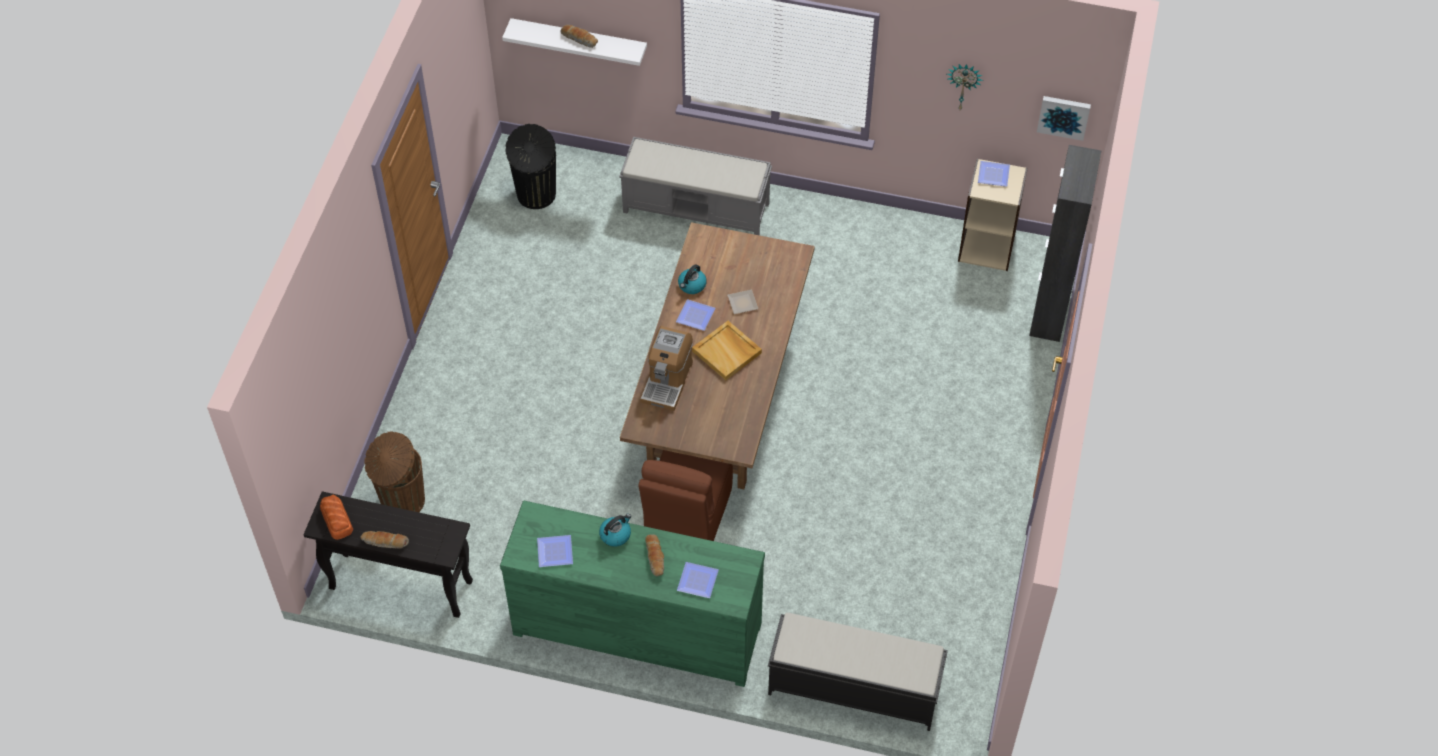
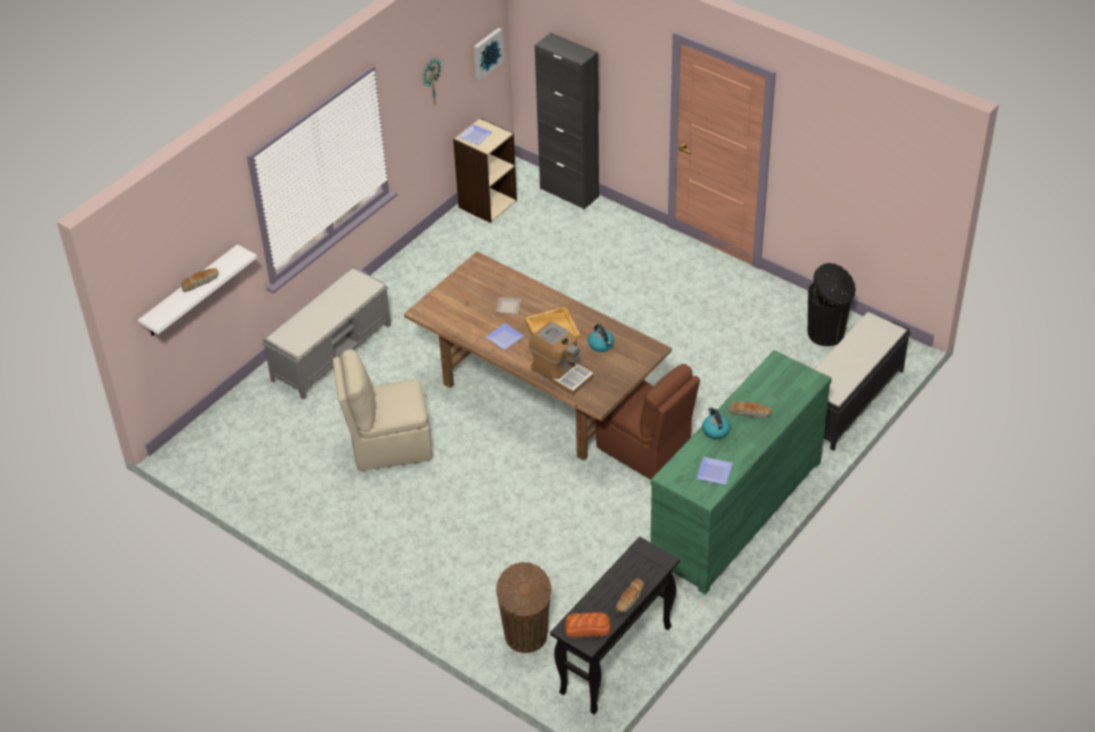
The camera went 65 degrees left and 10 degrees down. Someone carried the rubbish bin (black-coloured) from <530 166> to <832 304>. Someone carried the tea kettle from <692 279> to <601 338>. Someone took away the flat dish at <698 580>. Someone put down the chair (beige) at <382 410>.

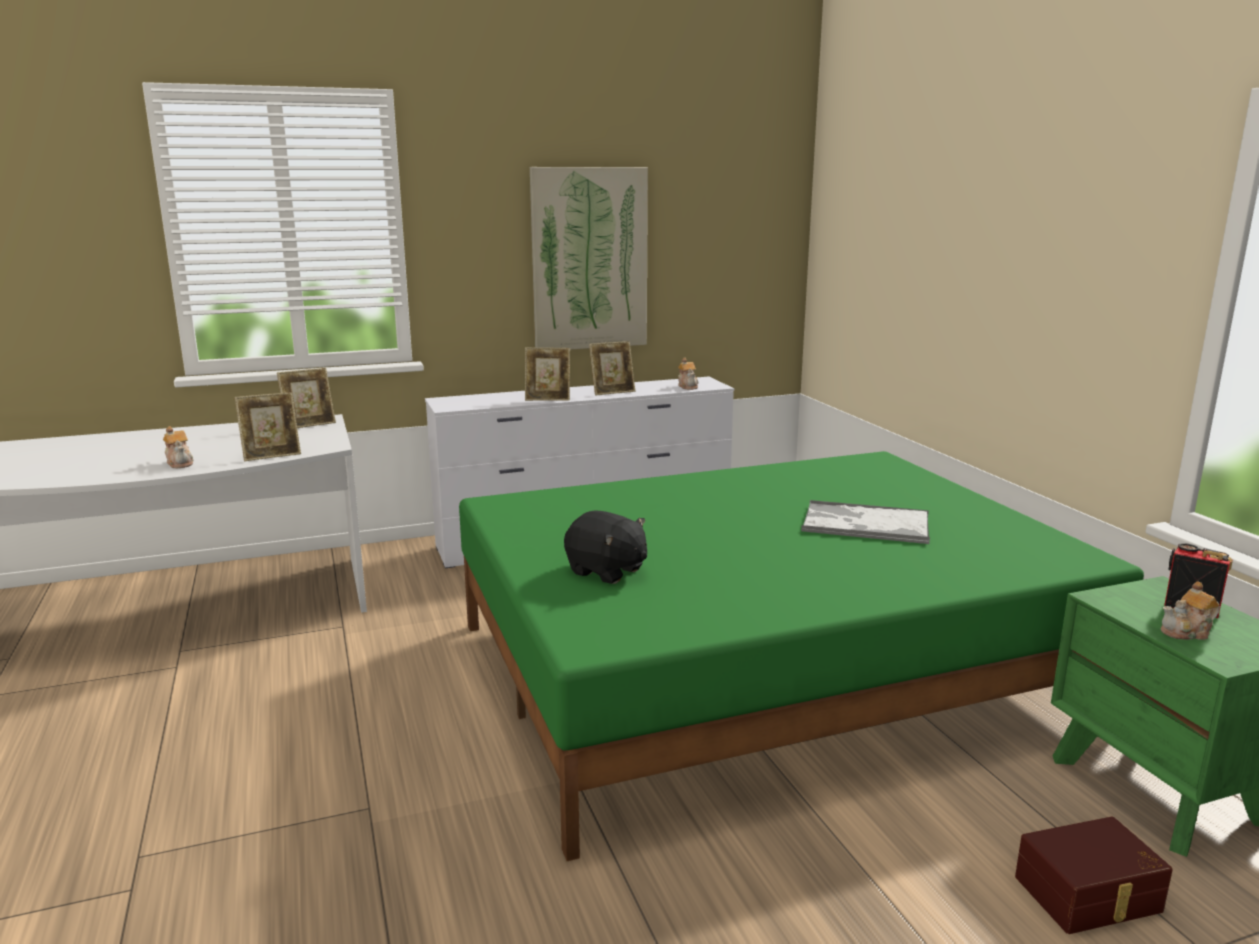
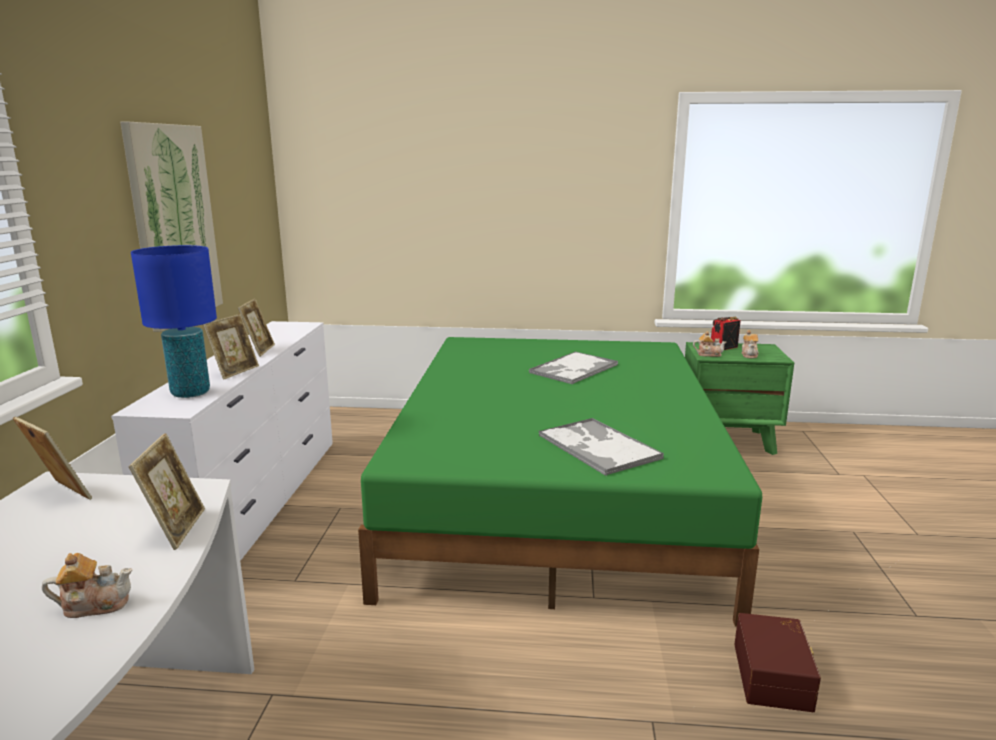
The camera went 65 degrees left and 0 degrees up. Someone carried the tea pot from <688 374> to <710 344>. Someone rotated the picture frame at <306 398> by 45 degrees counterclockwise. Someone swapped the plush toy (black-coloured) at <605 547> for the serving tray at <601 447>. Someone carried the storage box (brownish) from <1094 875> to <777 662>. Someone put down the table lamp (bluish) at <174 321>.

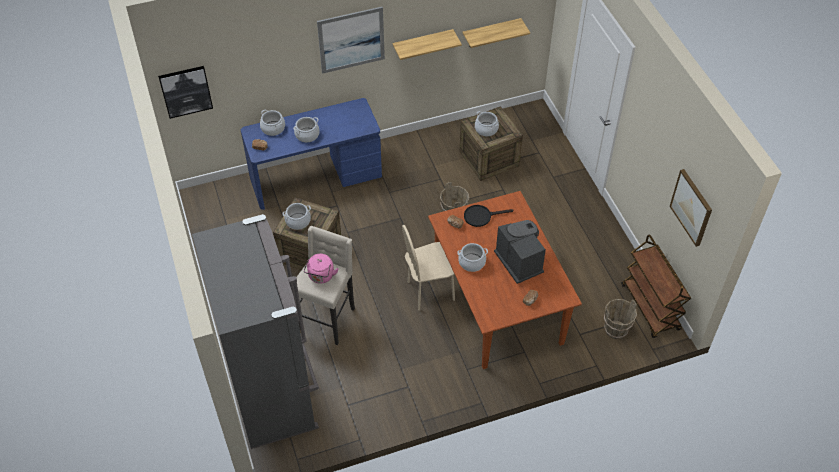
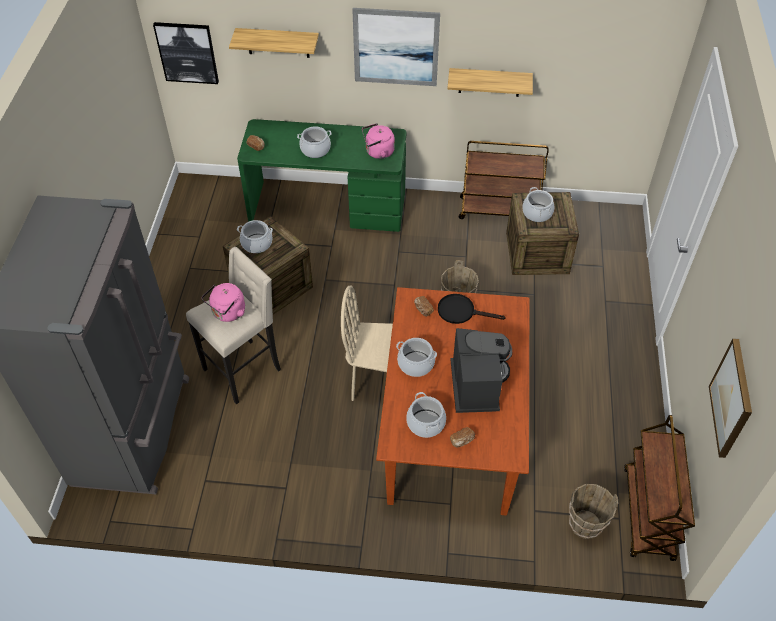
The camera went 25 degrees right and 0 degrees up. Someone carried the bracket shelf from <496 33> to <274 43>. Someone repainted the desk unit (bluish) at <311 154>, which became the desk unit (green) at <321 175>. Someone carried the cooking pot from <272 123> to <426 415>. Someone put down the tea kettle (pink-coloured) at <378 141>. Someone put down the wheeled cart (brownish) at <504 180>.

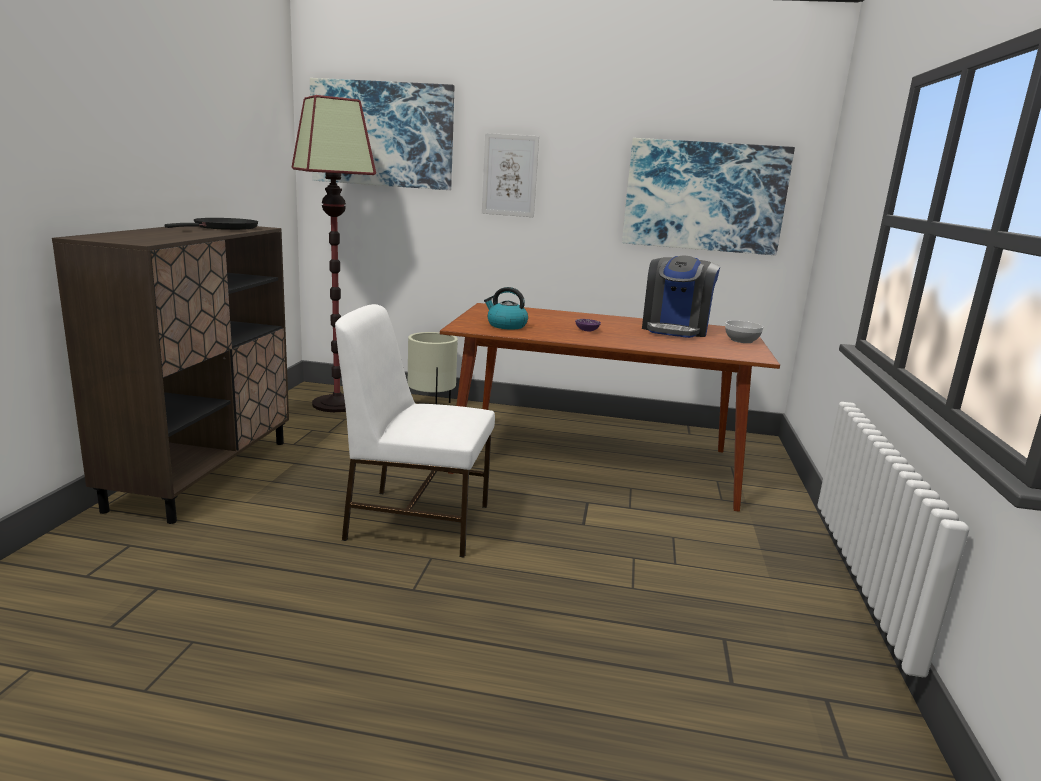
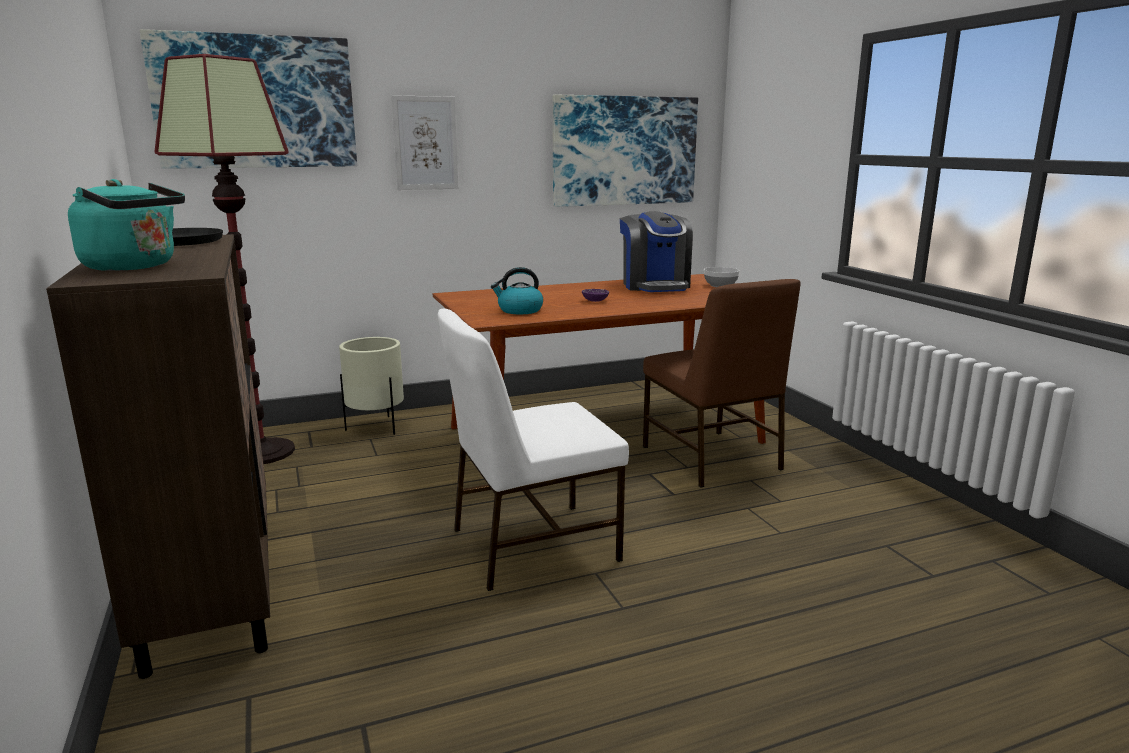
The camera went 30 degrees left and 0 degrees up. Someone put down the tea kettle (turquoise) at <126 225>. Someone put down the chair (brownish) at <722 383>.

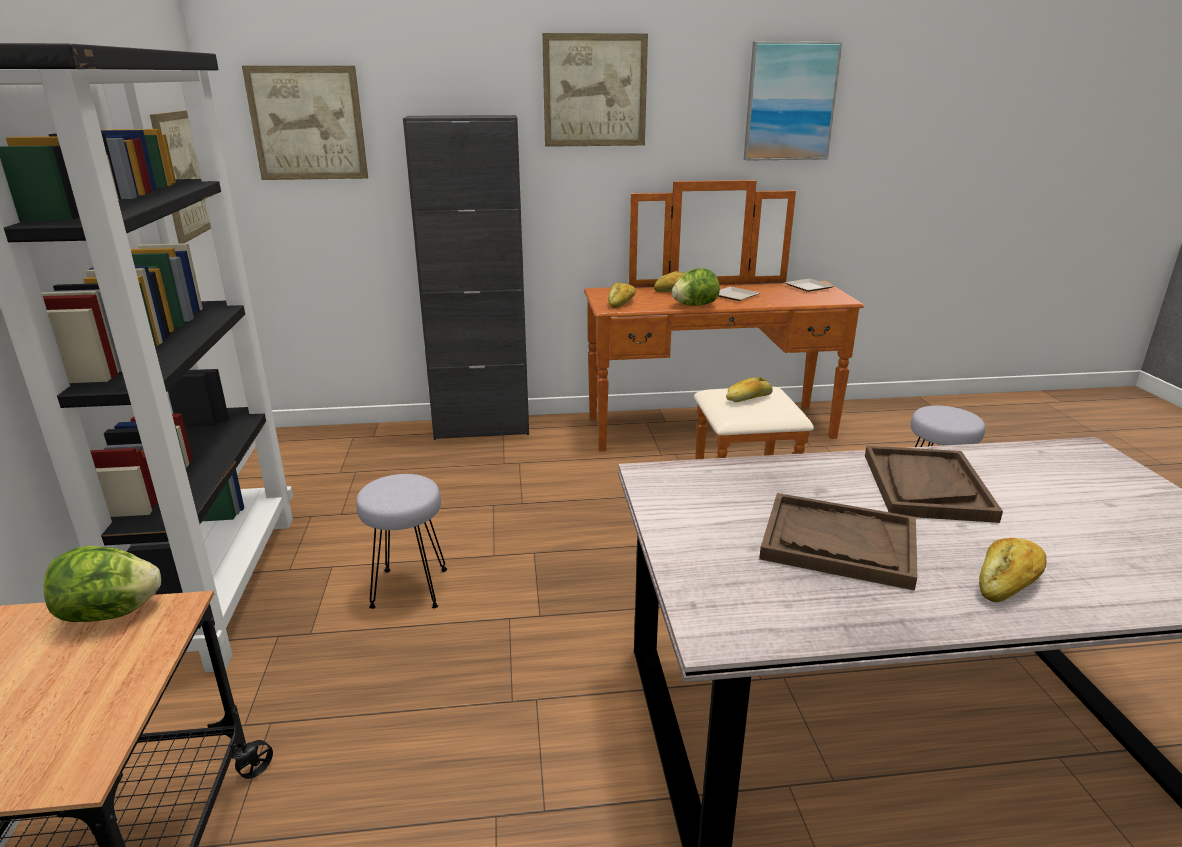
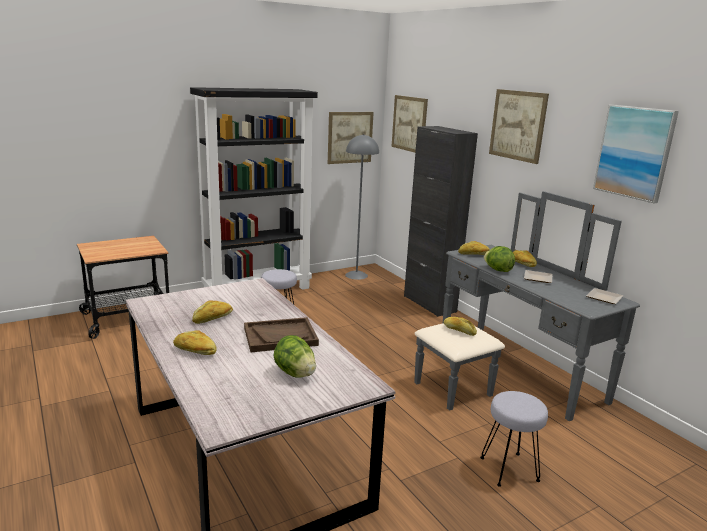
The camera went 65 degrees right and 5 degrees down. Someone repainted the chest of drawers (brownish) at <724 320>, which became the chest of drawers (grey) at <527 306>. Someone swapped the serving tray (brownish) at <838 542> for the baked bread at <212 312>. Someone carried the lettuce from <102 584> to <295 356>. Someone put down the standing lamp (grey) at <362 207>.

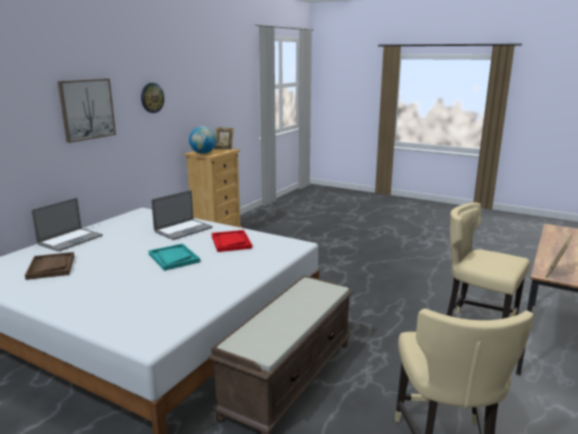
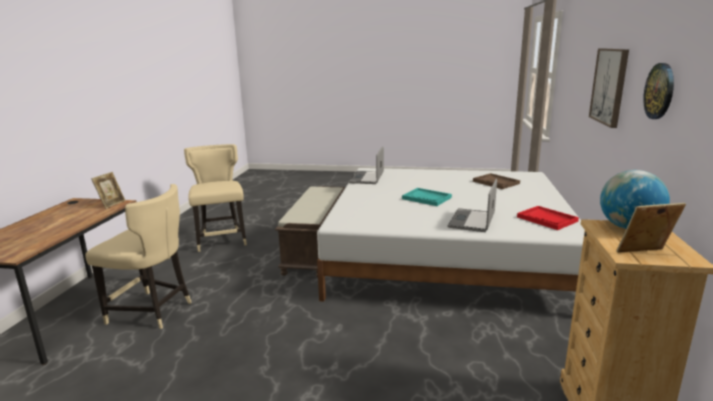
The camera went 160 degrees right and 0 degrees up. Someone carried the portable computer from <67 224> to <366 165>. Someone carried the serving tray (red) from <232 241> to <548 218>.

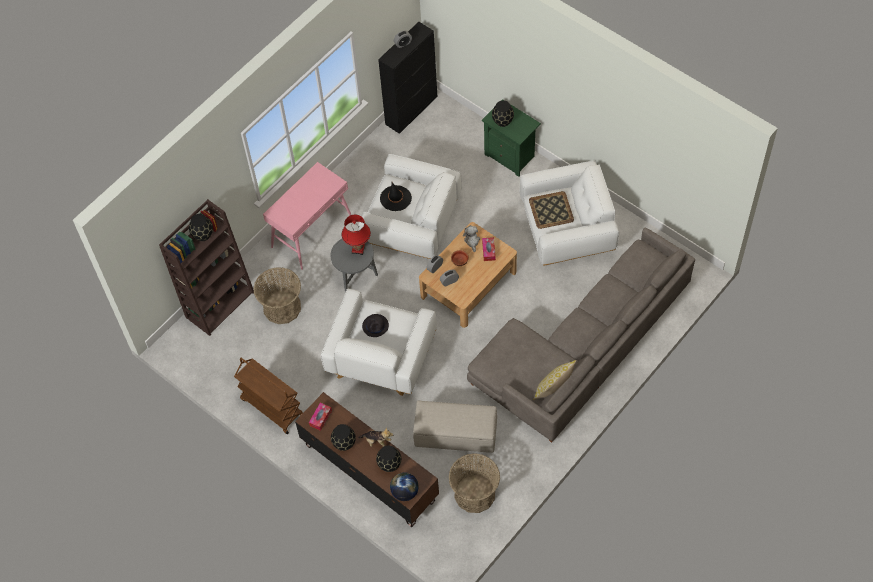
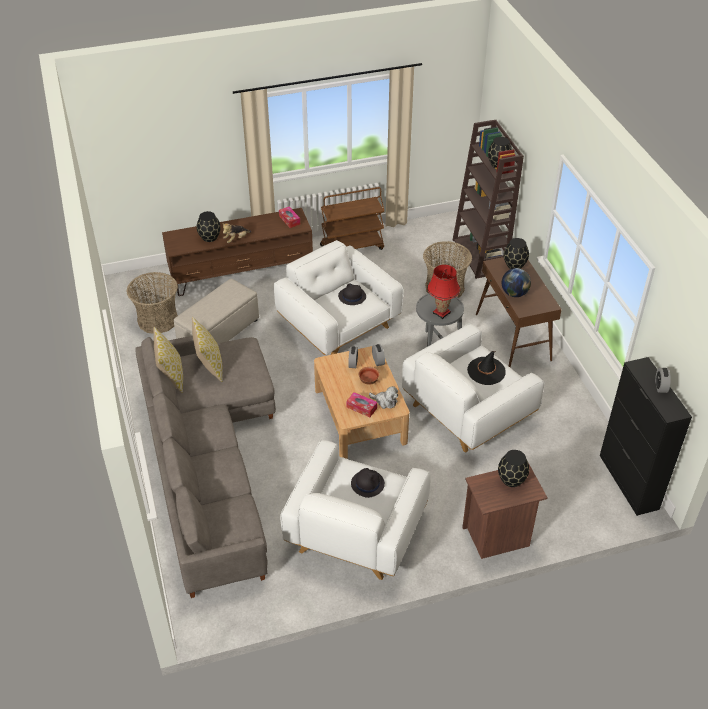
The camera went 120 degrees right and 15 degrees down. Someone repainted the bedside table (green) at <511 138>, which became the bedside table (brownish) at <505 511>. Someone repainted the hall table (pink-coloured) at <307 216>, which became the hall table (brownish) at <519 312>. Someone swapped the serving tray at <551 210> for the clothing hat (black-coloured) at <368 483>. Someone carried the decorative vase (black-coloured) from <343 437> to <516 253>. Someone carried the globe from <404 486> to <516 282>. Someone put down the throw pillow at <207 349>.

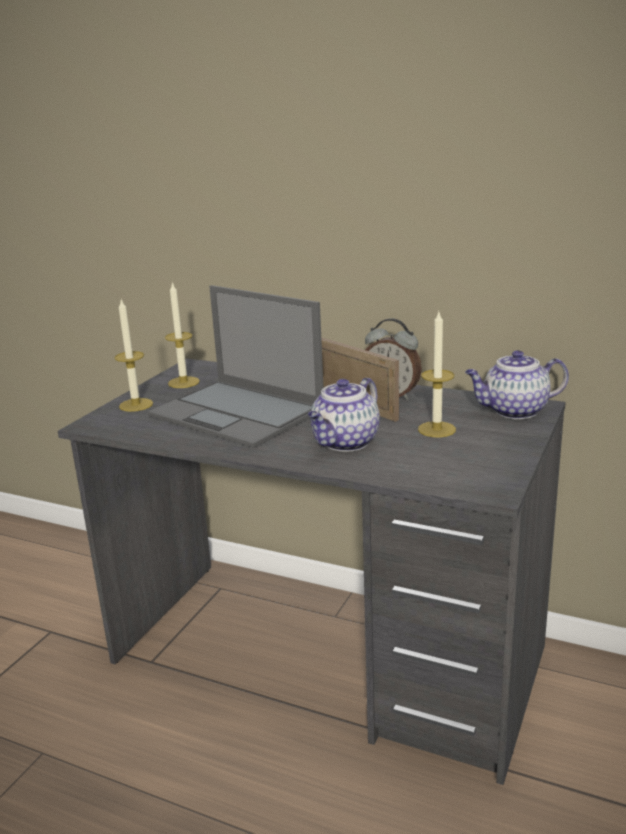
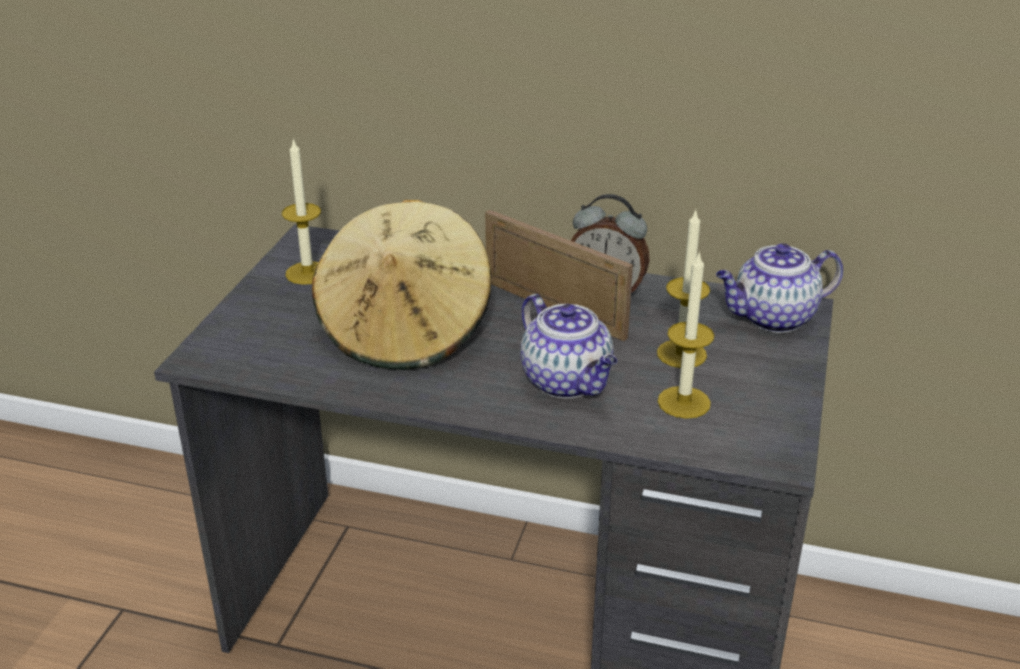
The camera went 10 degrees left and 10 degrees up. Someone swapped the portable computer at <236 366> for the clothing hat (beige) at <401 285>. Someone carried the candle from <133 356> to <686 335>. Someone rotated the tea pot at <344 414> by 60 degrees counterclockwise.

